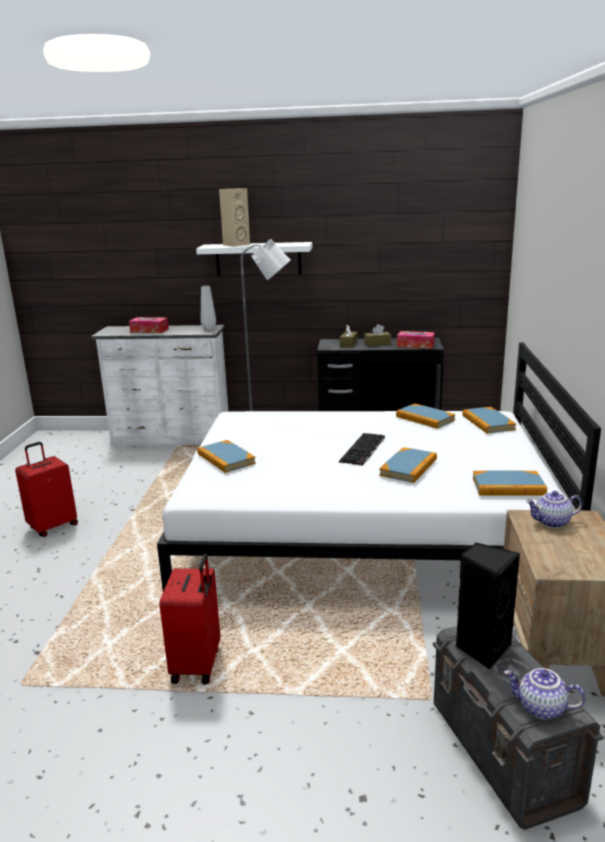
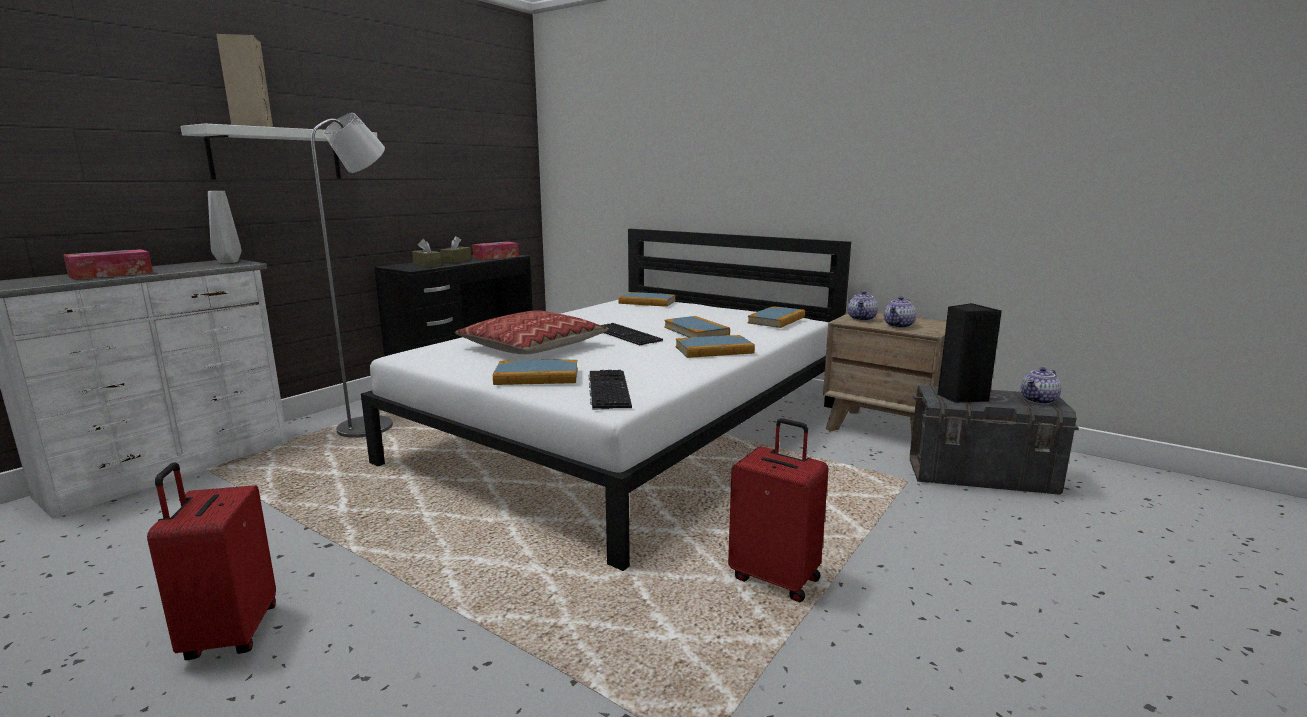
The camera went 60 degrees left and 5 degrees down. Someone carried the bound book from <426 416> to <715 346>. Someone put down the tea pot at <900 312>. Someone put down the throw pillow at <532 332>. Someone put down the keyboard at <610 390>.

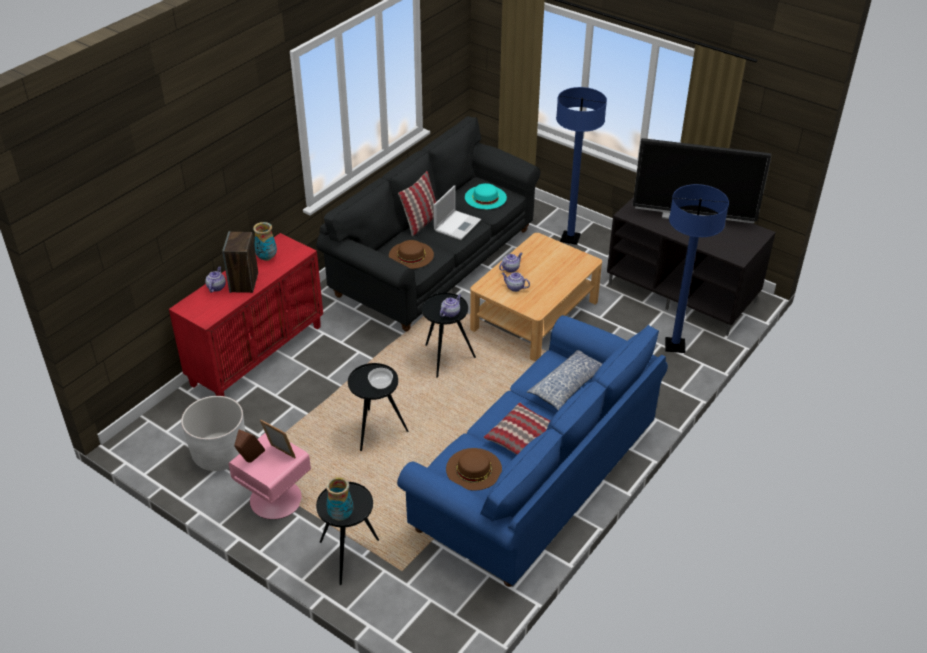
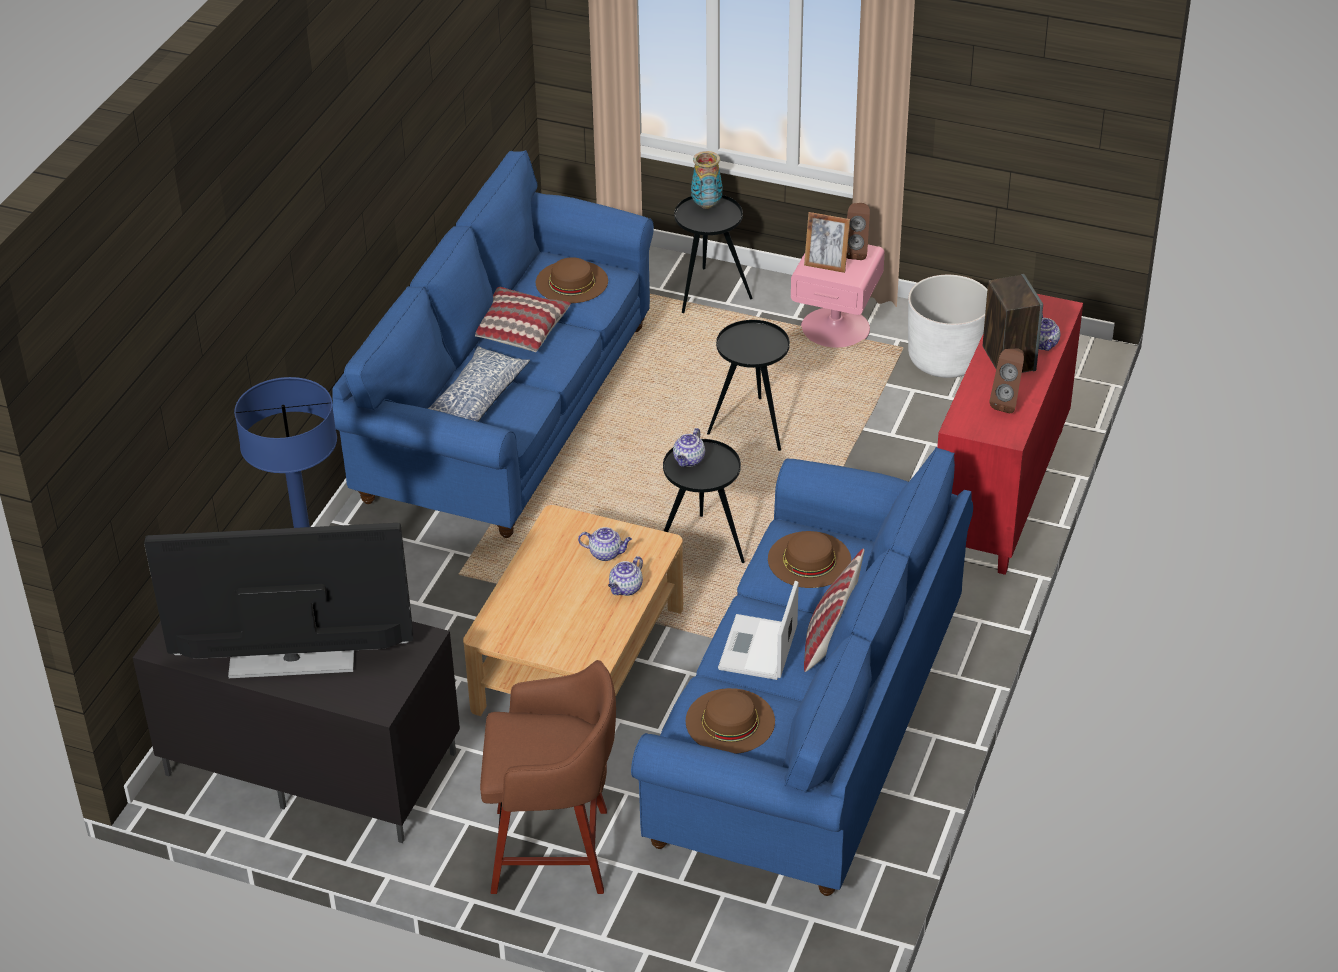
The camera went 165 degrees right and 0 degrees up. Someone swapped the standing lamp (bluish) at <581 166> for the sitting stool (brownish) at <548 777>. Someone repainted the settee (black-coloured) at <428 224>, which became the settee (bluish) at <802 671>. Someone repainted the clothing hat (turquoise) at <486 196>, which became the clothing hat (brownish) at <730 721>. Someone swapped the decorative vase at <265 241> for the audio speaker (brownish) at <1006 381>. Someone took away the deep dish at <380 378>.

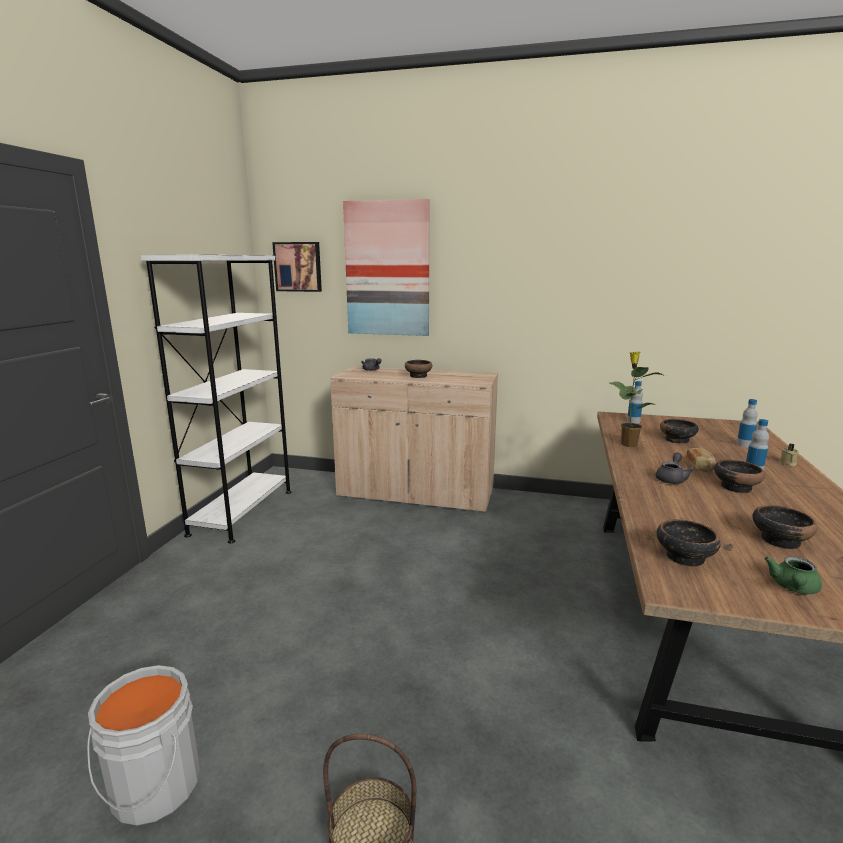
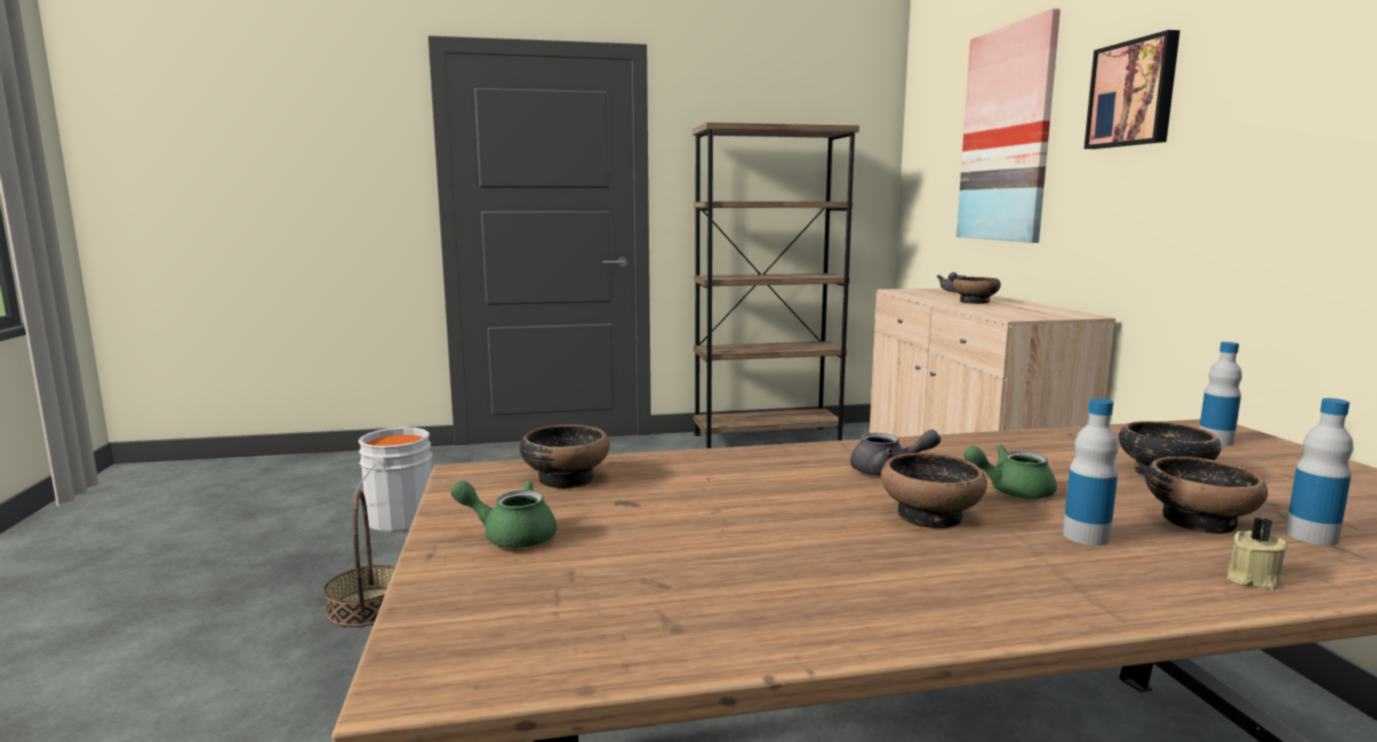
The camera went 65 degrees right and 5 degrees down. Someone carried the picture from <297 267> to <1132 89>. Someone repainted the bookshelf (white) at <216 399>, which became the bookshelf (brownish) at <775 286>. Someone took away the plant in a pot at <637 399>. Someone swapped the baked bread at <701 460> for the tea pot (green) at <1010 471>. Someone carried the deep dish from <785 527> to <1206 495>.

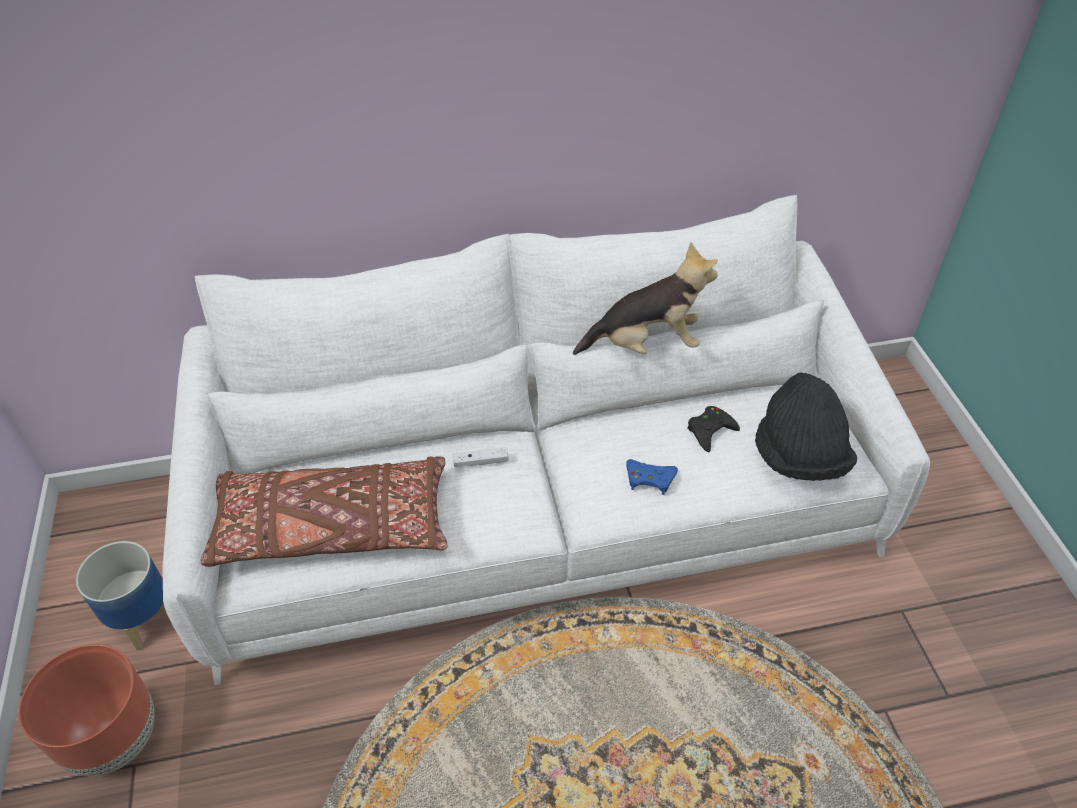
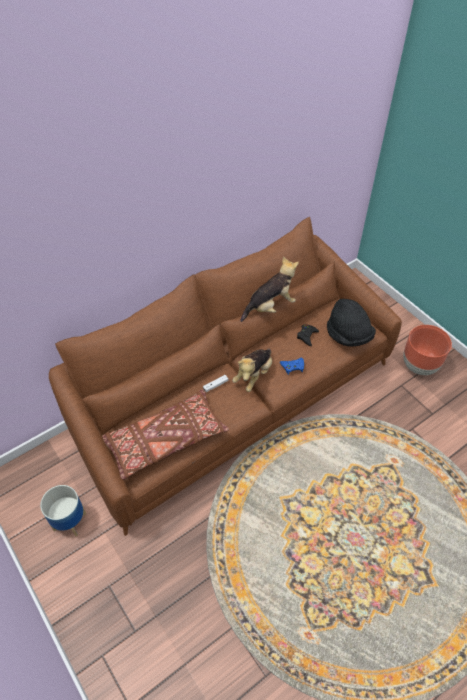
The camera went 25 degrees left and 5 degrees up. Someone repainted the settee (white) at <546 440>, which became the settee (brownish) at <225 376>. Someone carried the plant pot (brownish) from <87 710> to <427 350>. Someone put down the plush toy at <252 370>.

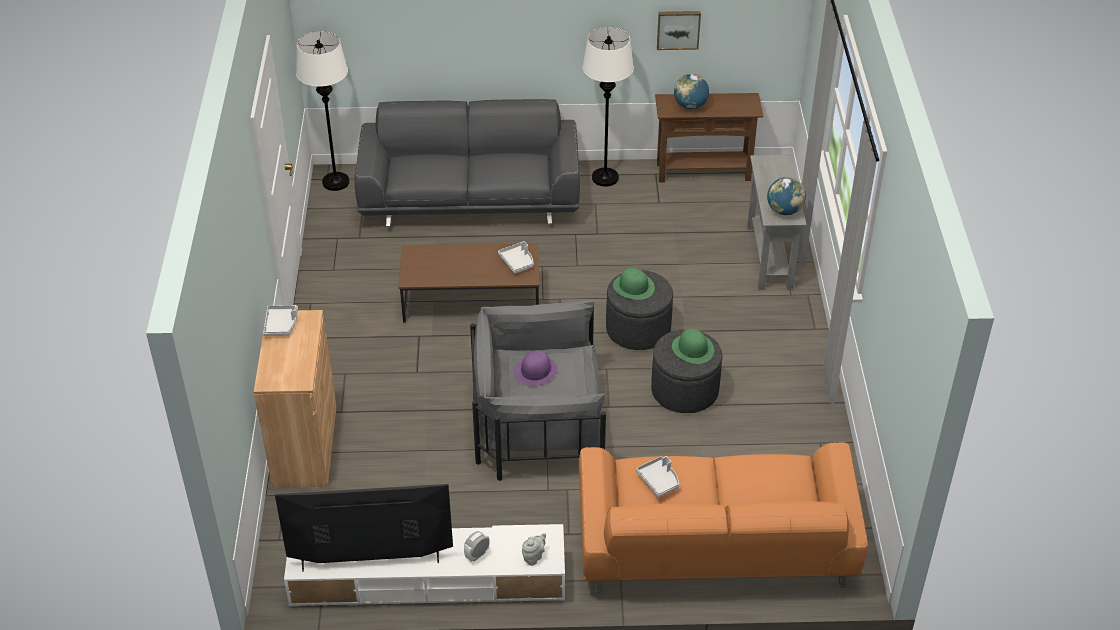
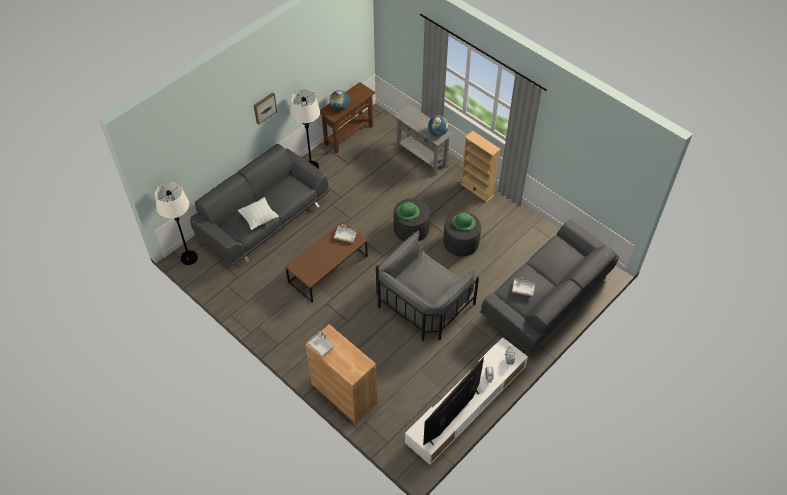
The camera went 45 degrees left and 10 degrees up. Someone carried the picture from <679 30> to <265 108>. Someone took away the clothing hat (purple) at <536 368>. Someone repainted the settee (orangey) at <723 517>, which became the settee (grey) at <549 287>. Someone put down the bookshelf (beige) at <480 166>. Someone put down the throw pillow at <258 213>.

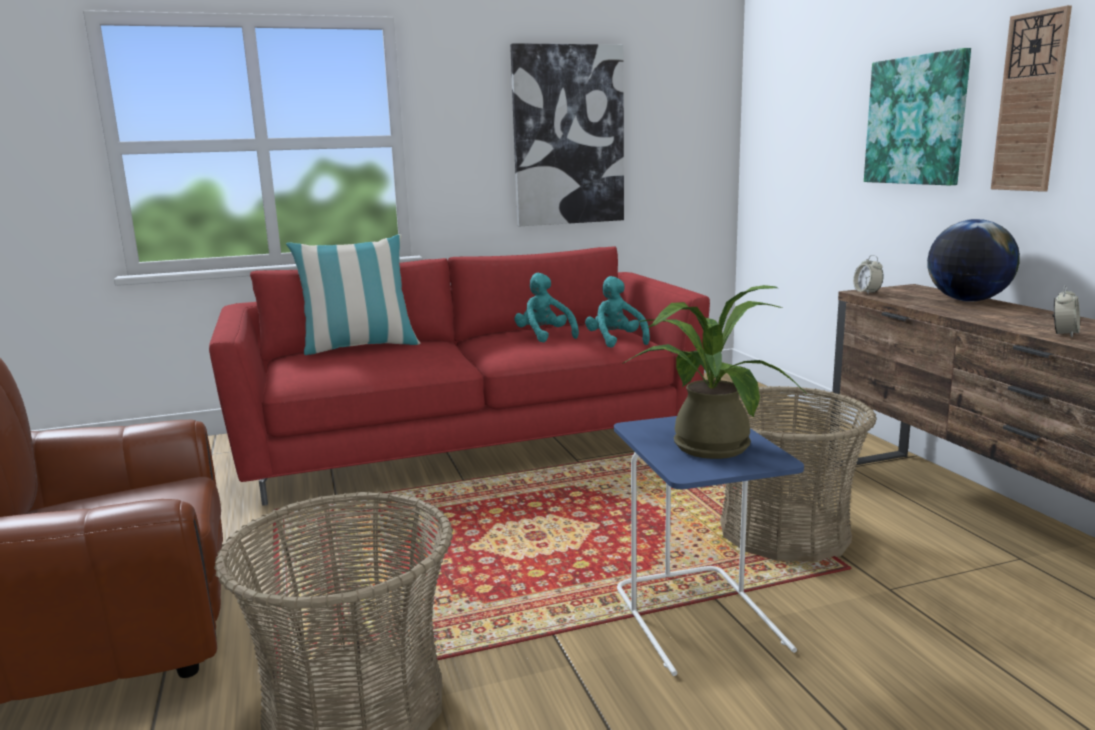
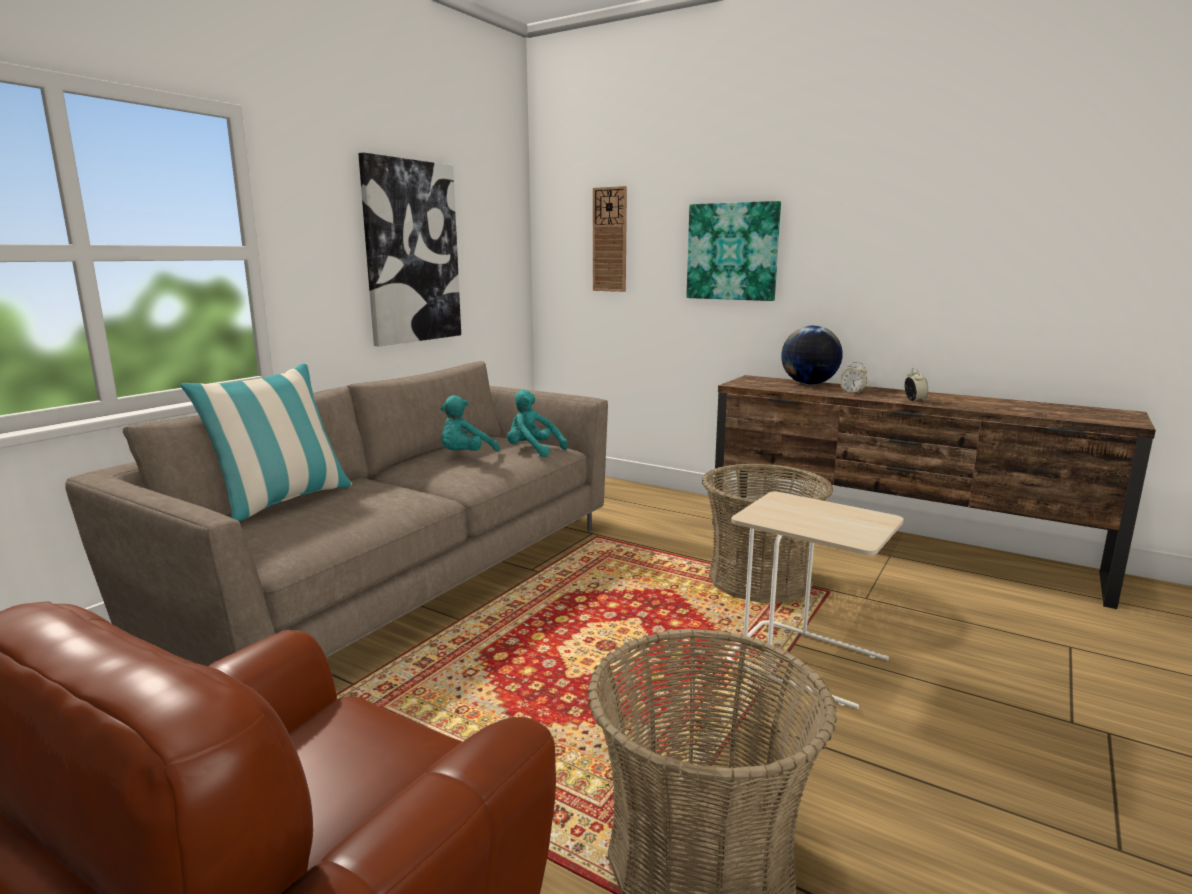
The camera went 40 degrees left and 0 degrees up. Someone carried the clock on the wall from <1031 98> to <610 239>. Someone repainted the settee (red) at <459 376>, which became the settee (beige) at <336 513>. Someone carried the table clock from <868 274> to <853 378>. Someone rotated the plush toy (turquoise) at <546 308> by 75 degrees counterclockwise. Someone took away the plant in a pot at <714 372>. Someone repainted the accent table (bluish) at <709 546>, which became the accent table (beige) at <815 600>.

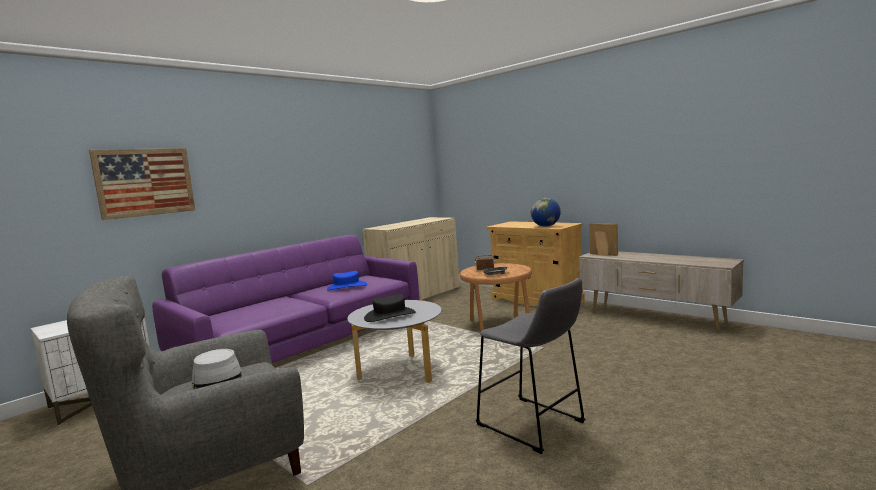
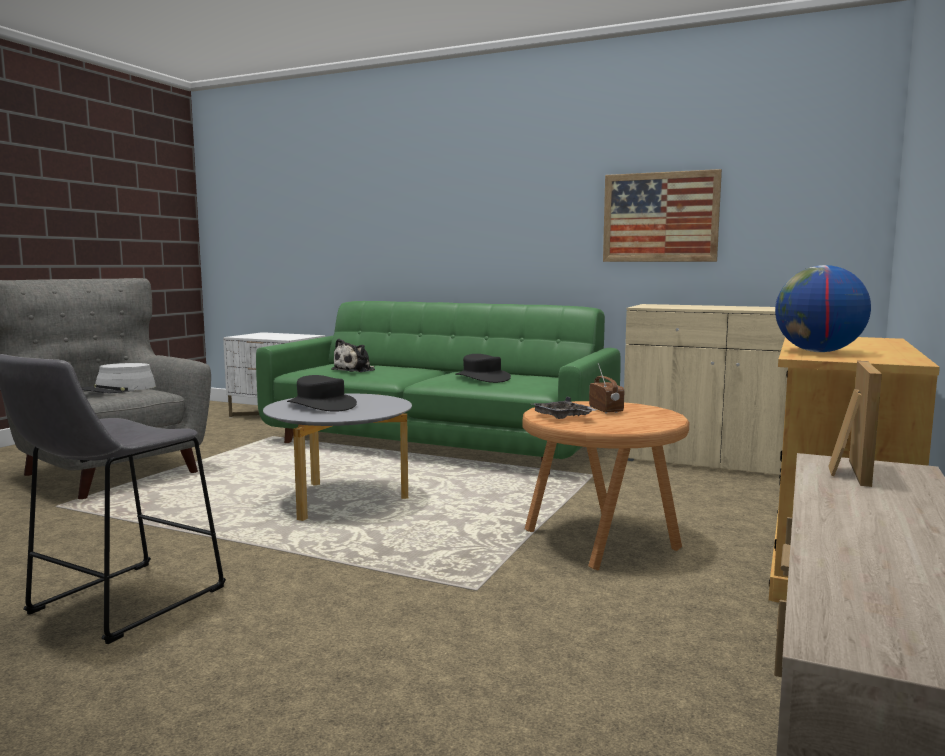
The camera went 70 degrees right and 0 degrees up. Someone carried the picture from <142 184> to <662 215>. Someone repainted the settee (purple) at <286 299>, which became the settee (green) at <438 388>. Someone repainted the clothing hat (bluish) at <347 280>, which became the clothing hat (black-coloured) at <483 368>. Someone put down the plush toy at <353 355>.

